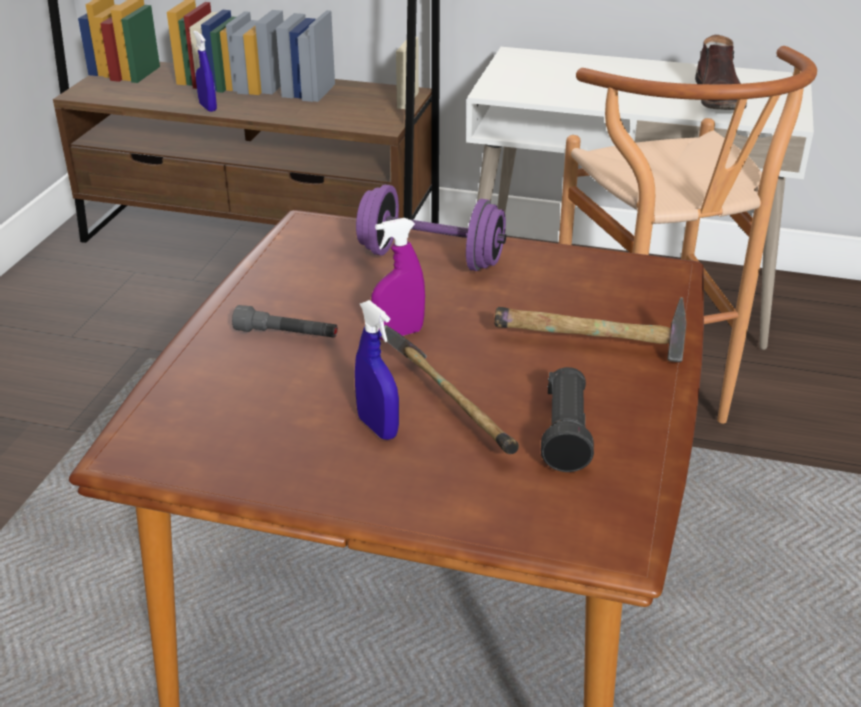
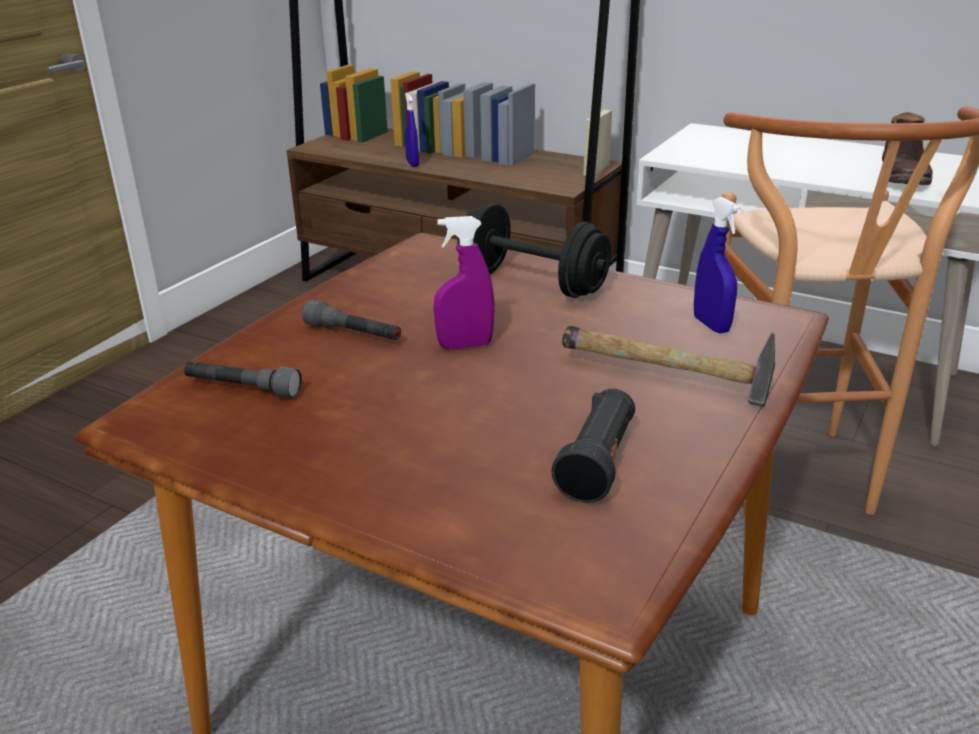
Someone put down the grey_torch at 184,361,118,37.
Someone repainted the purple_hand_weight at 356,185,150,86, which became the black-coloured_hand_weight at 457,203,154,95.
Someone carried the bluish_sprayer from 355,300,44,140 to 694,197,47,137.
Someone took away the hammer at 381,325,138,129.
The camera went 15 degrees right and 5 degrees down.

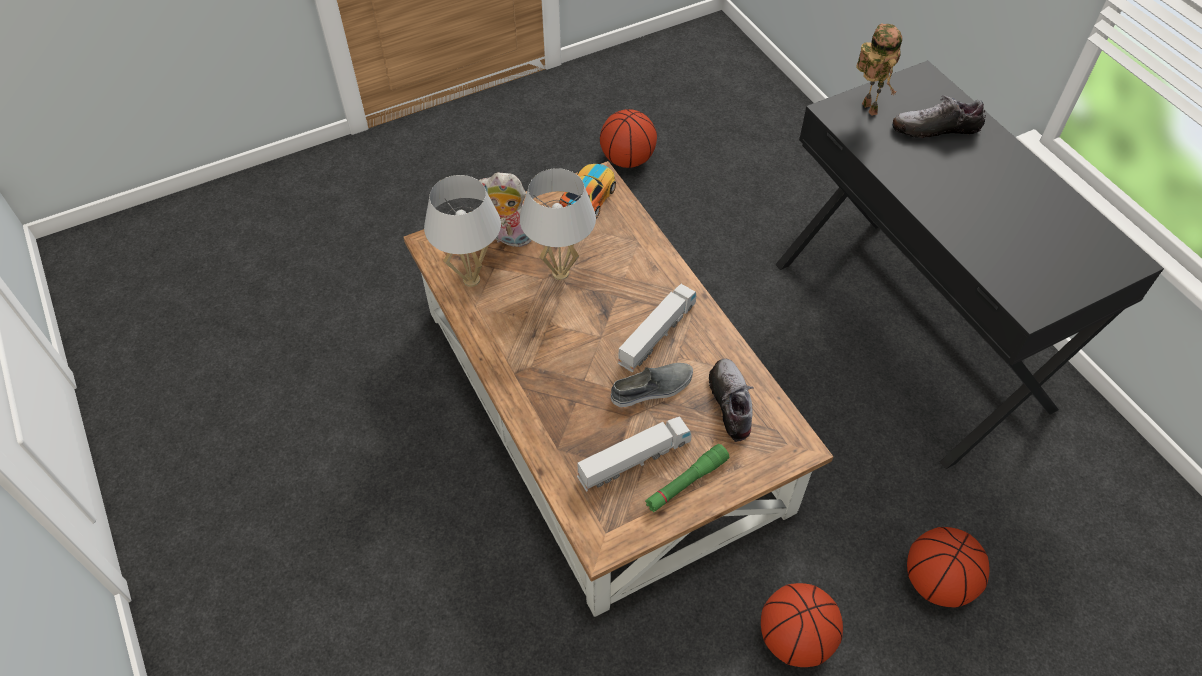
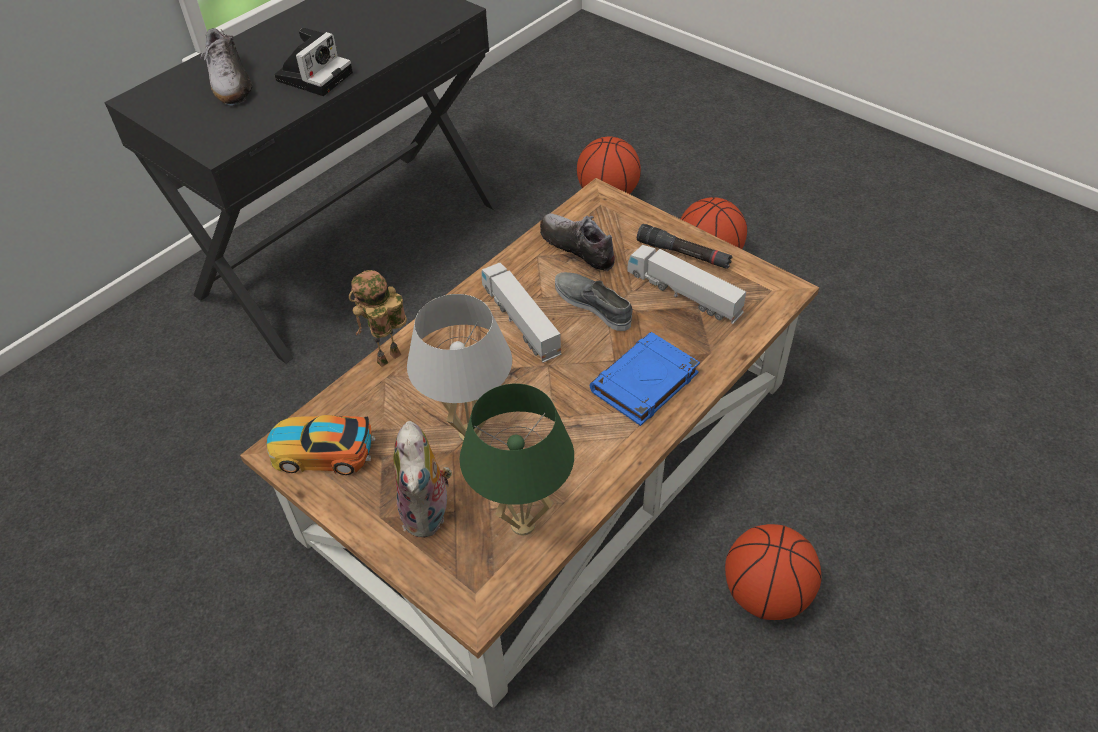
Someone put down the still_camera at 275,28,78,68.
Someone carried the robot_figure from 857,23,45,93 to 349,270,58,97.
Someone repainted the white_table_lamp at 424,175,77,112, which became the green-coloured_table_lamp at 460,384,114,151.
Someone rotated the toy_lorry at 618,284,78,89 by 45 degrees clockwise.
Someone rotated the item_of_footwear at 709,358,45,84 by 75 degrees clockwise.
Someone put down the bluish_book at 590,332,110,94.
Someone repainted the green-coloured_torch at 645,444,84,68, which became the black-coloured_torch at 637,224,95,45.
Someone carried the ball_for_basketball from 600,109,57,59 to 725,524,96,96.
The camera went 110 degrees left and 5 degrees down.

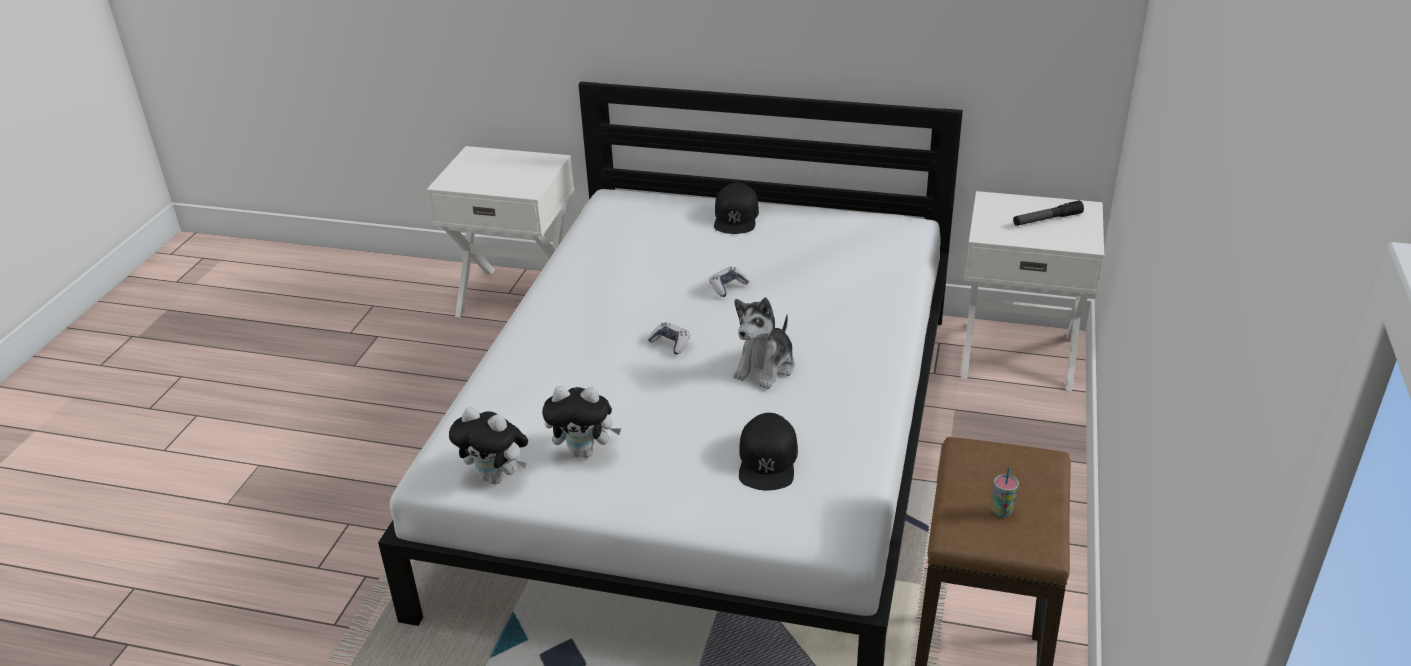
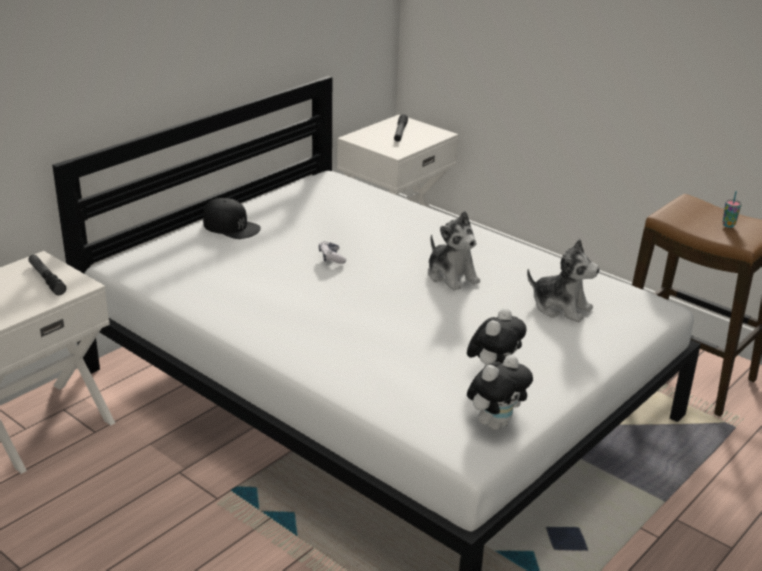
Someone put down the torch at 28,255,38,40.
Someone swapped the black-coloured_peaked_cap at 739,413,59,77 for the plush_toy at 527,239,73,83.
Someone took away the gamepad at 647,322,43,33.
The camera went 65 degrees left and 5 degrees down.

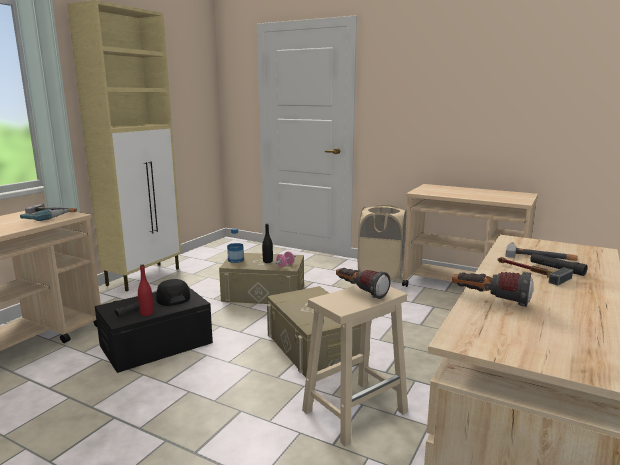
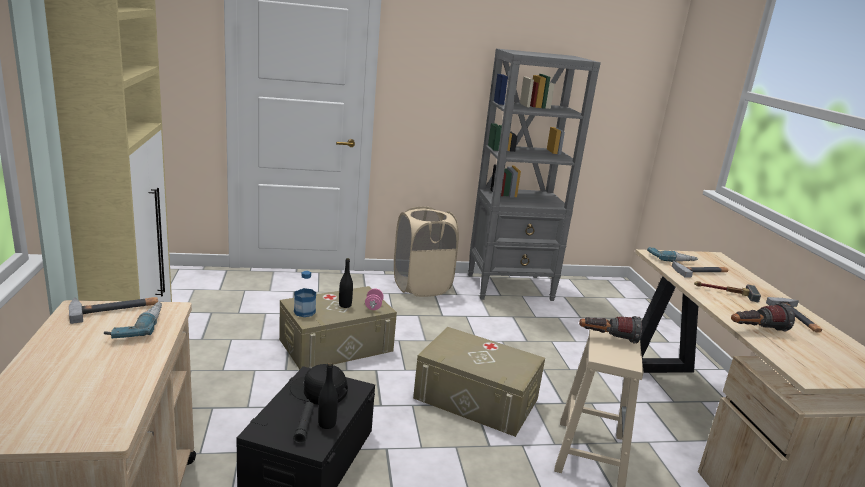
Someone repainted the reddish_beverage_bottle at 138,264,16,52, which became the black-coloured_beverage_bottle at 318,362,20,67.
Someone swapped the sand-coloured_wheeled_cart at 402,184,136,103 for the grey_bookshelf at 468,49,133,252.
Someone put down the drill at 647,247,51,15.
Someone put down the hammer at 766,297,56,36.
Someone took away the black-coloured_torch at 530,253,58,23.
The camera went 40 degrees left and 5 degrees up.

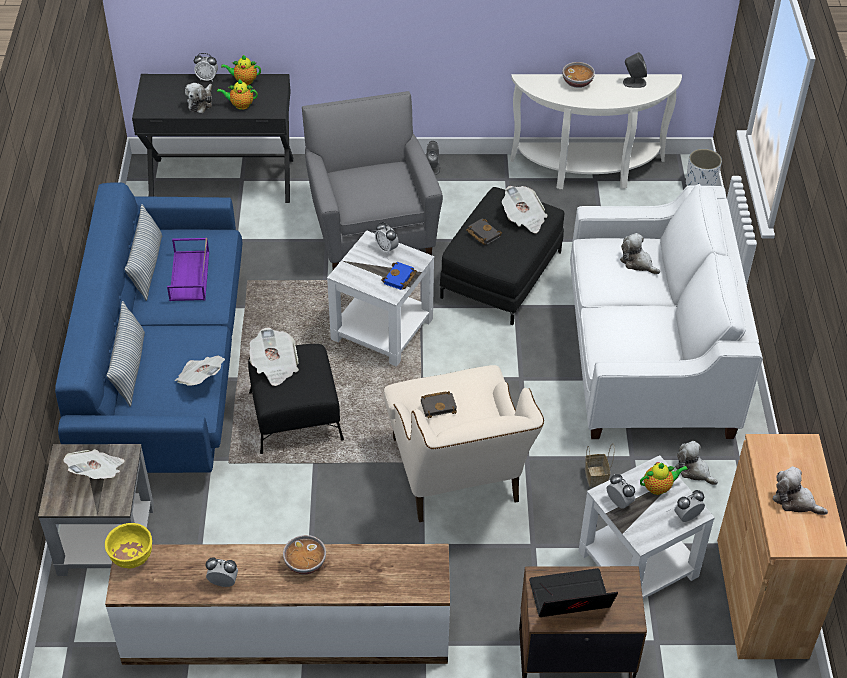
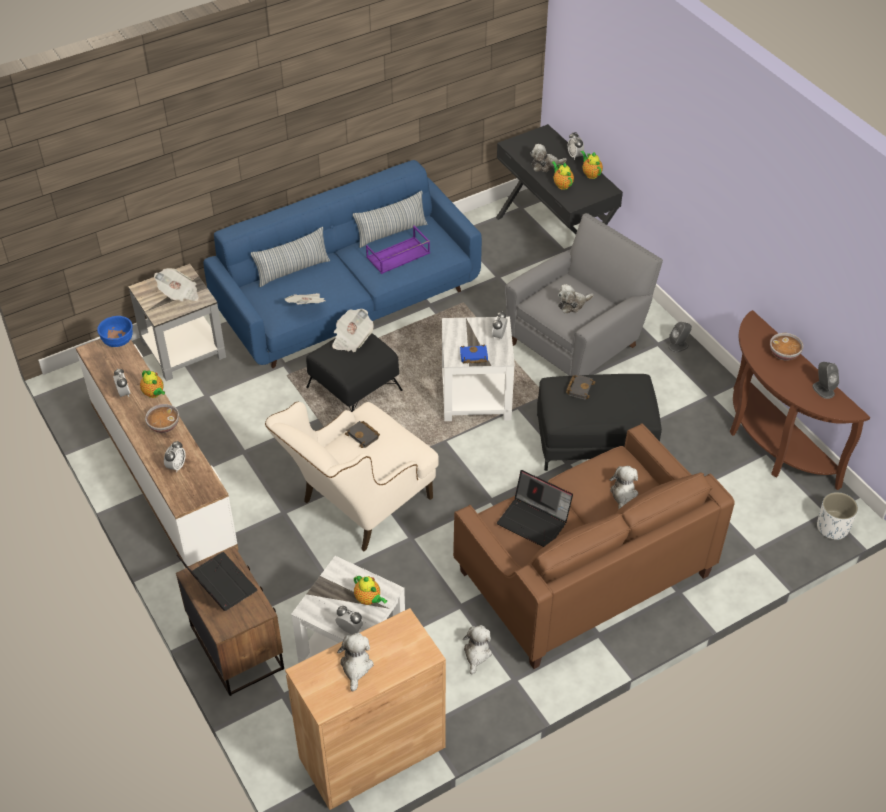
Someone repainted the yellow_bowl at 105,523,47,45, which became the bluish_bowl at 97,316,36,31.
Someone put down the tea_pot at 140,370,25,28.
Someone carried the bedside_clock from 607,474,28,35 to 164,441,22,32.
Someone repainted the white_settee at 570,184,193,255, which became the brownish_settee at 453,423,282,246.
Someone put down the notebook_computer at 497,470,76,77.
Someone put down the plush_toy at 558,284,36,29.
Someone repainted the white_narrow_table at 510,74,172,115, which became the brownish_narrow_table at 730,310,140,180.
Someone took away the newspaper at 502,186,46,47.
Someone took away the storage_basket at 585,443,29,44.
The camera went 60 degrees right and 0 degrees up.

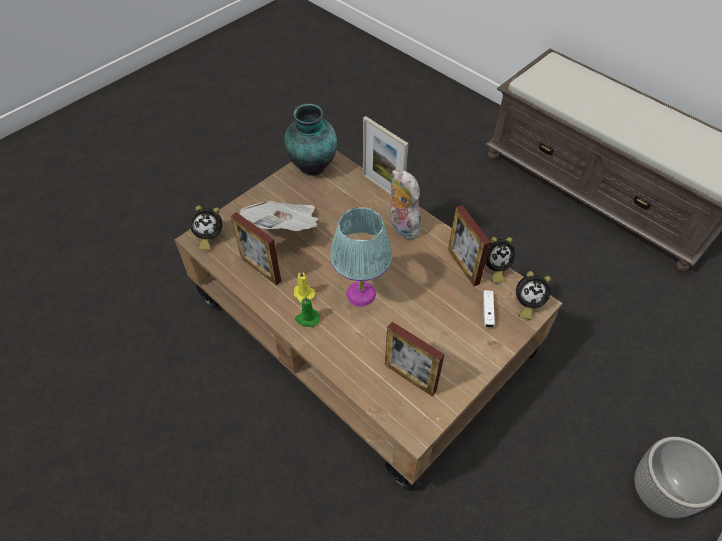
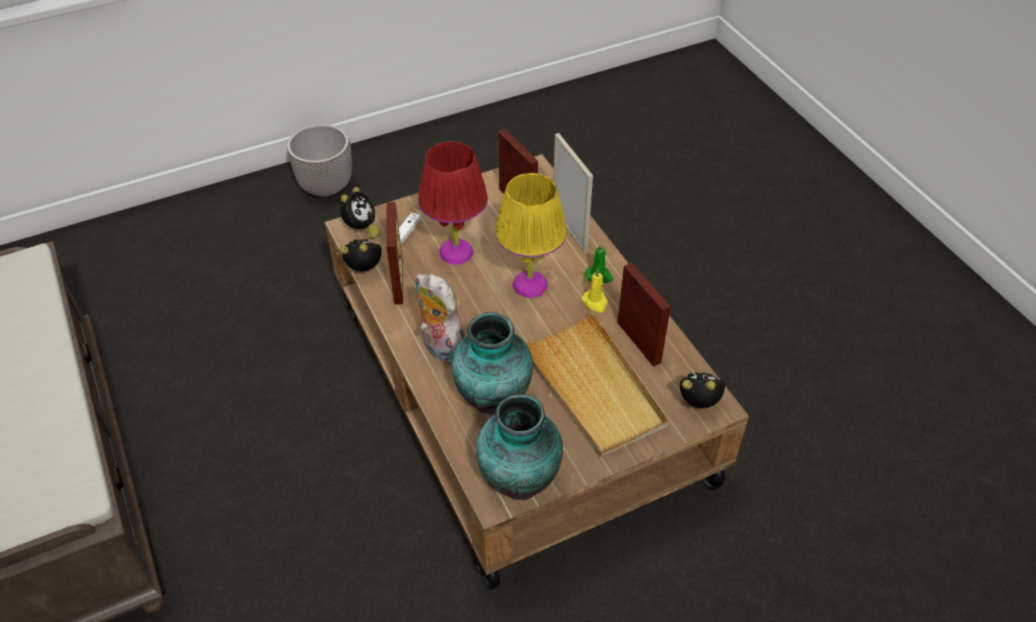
Someone rotated the bedside_clock at 516,271,35,49 by 90 degrees clockwise.
Someone rotated the plush_toy at 390,170,32,69 by 150 degrees clockwise.
Someone put down the reddish_table_lamp at 418,141,70,124.
Someone put down the vase at 452,312,81,102.
Someone repainted the blue-green_table_lamp at 330,207,62,100, which became the yellow_table_lamp at 495,173,72,125.
Someone swapped the newspaper at 240,200,78,31 for the sand-coloured_tray at 526,311,143,146.
Someone carried the picture_frame from 363,116,46,80 to 553,133,40,119.
The camera went 160 degrees left and 5 degrees down.

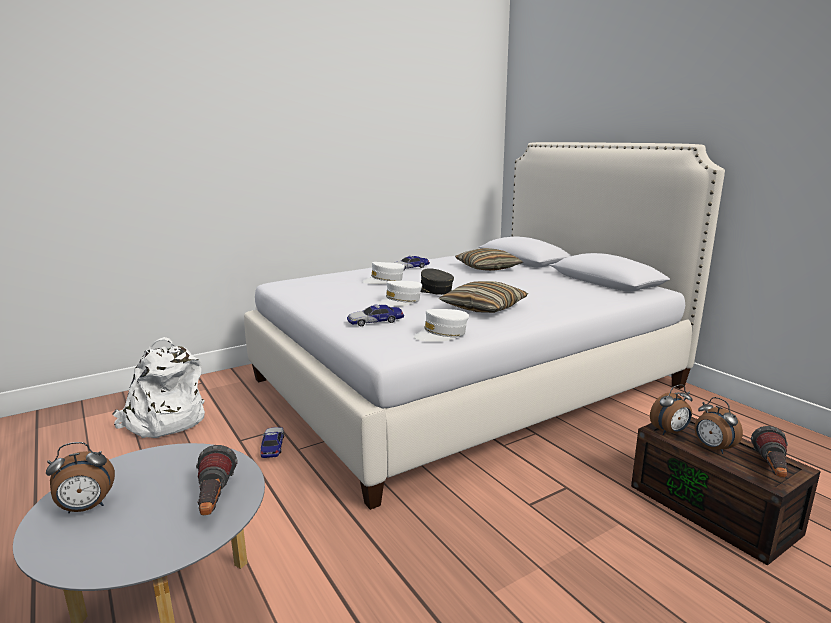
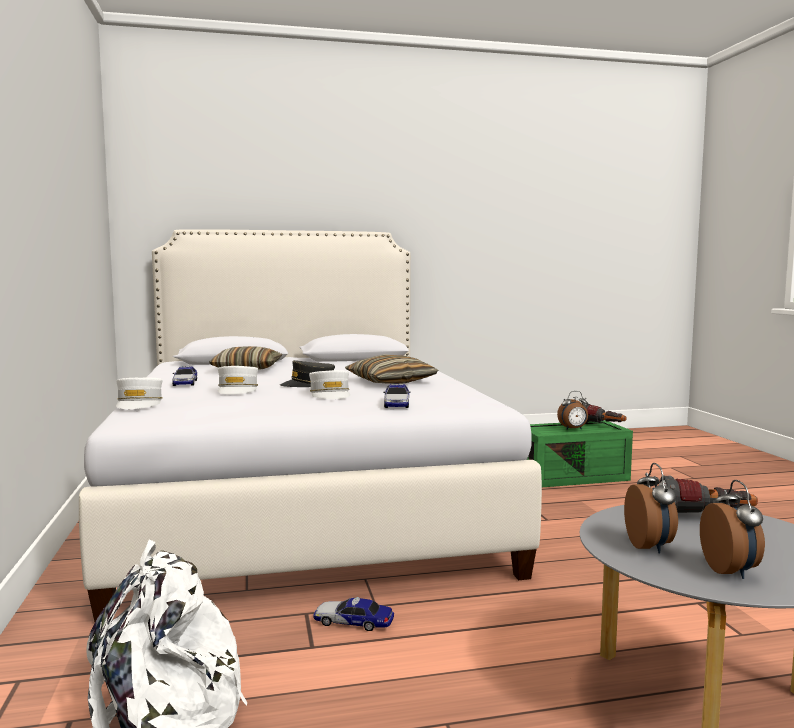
Someone carried the white_peaked_cap from 414,309,55,33 to 116,378,47,31.
Someone repainted the brownish_storage_box at 631,417,190,149, which became the green-coloured_storage_box at 526,420,107,67.
Someone carried the bedside_clock from 650,385,43,50 to 624,463,54,91.
The camera went 70 degrees left and 10 degrees down.

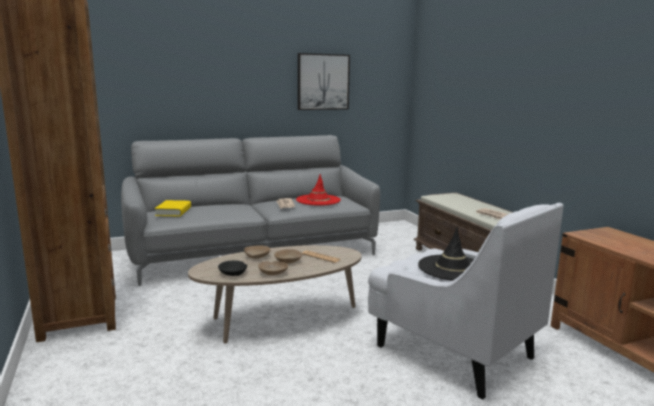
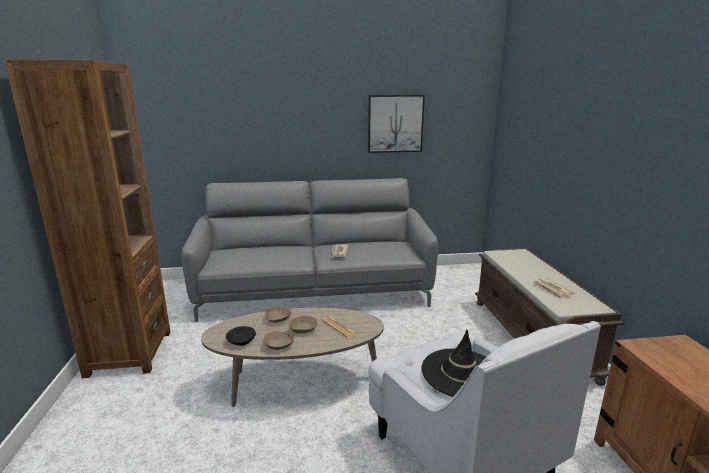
Someone took away the yellow_book at 155,200,36,16.
Someone took away the reddish_clothing_hat at 296,174,45,32.
The camera went 15 degrees right and 5 degrees up.

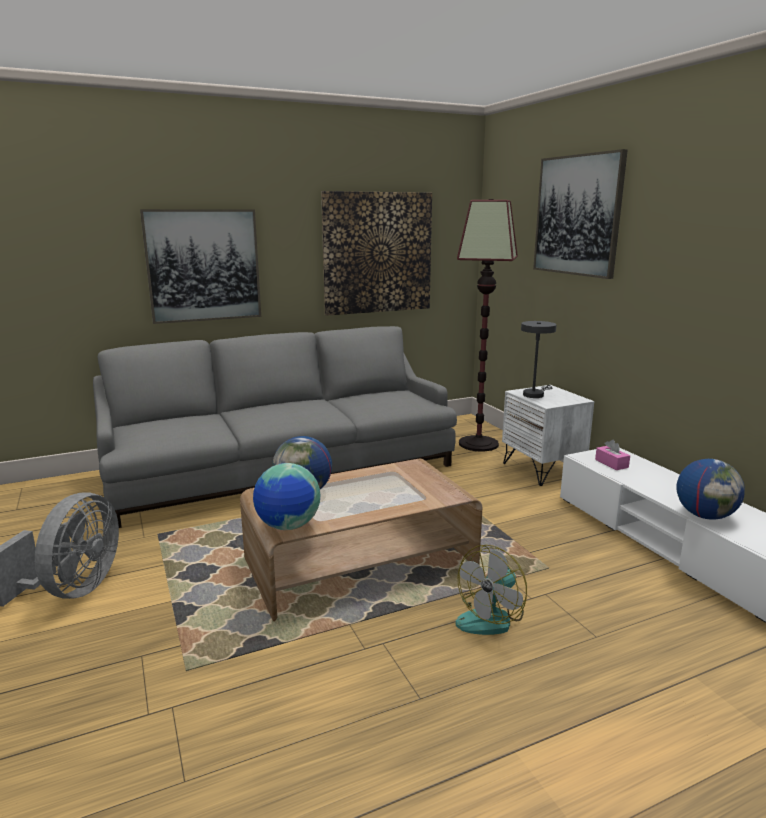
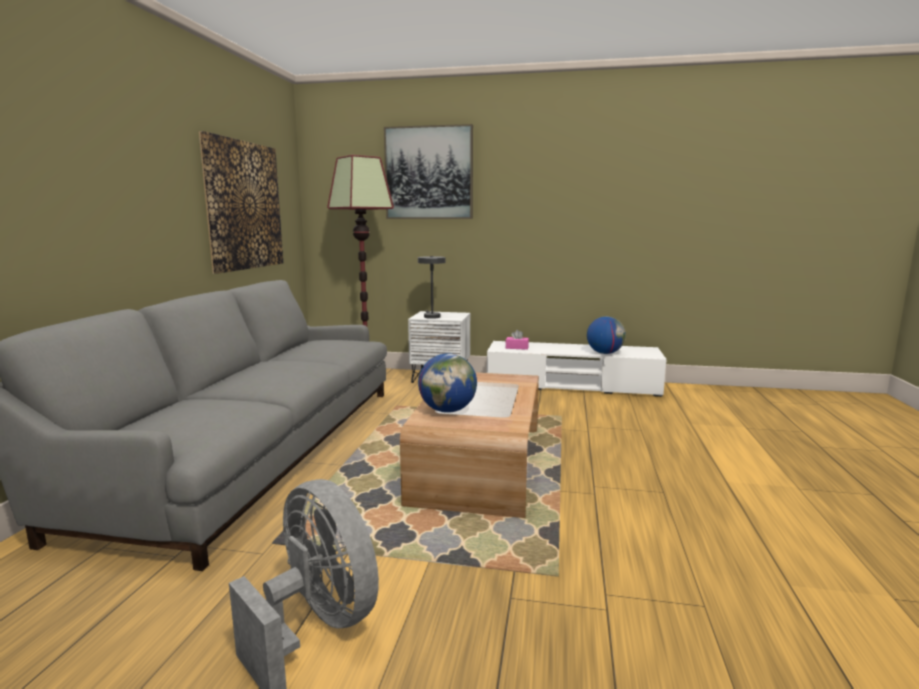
Someone took away the wall_art at 140,209,121,115.
Someone took away the desk_globe at 253,463,67,67.
Someone took away the electric_fan at 456,545,71,90.
The camera went 55 degrees left and 5 degrees down.

